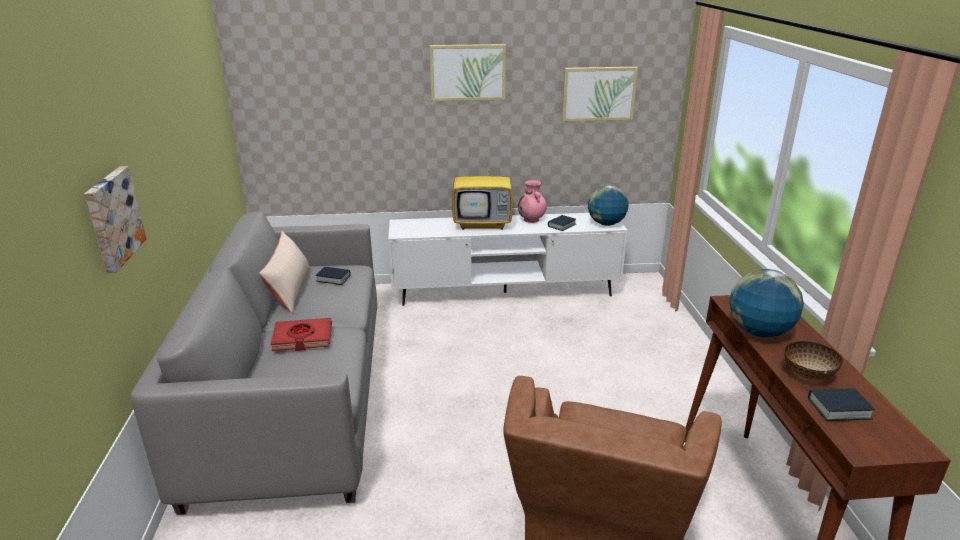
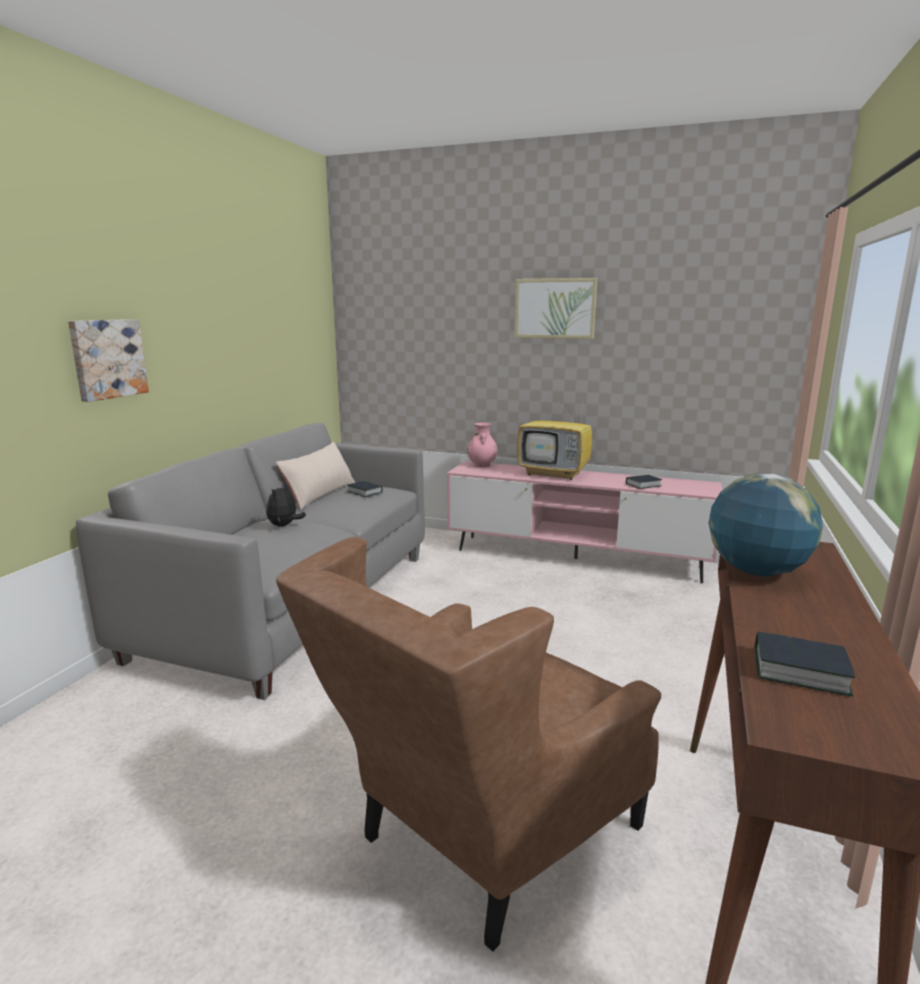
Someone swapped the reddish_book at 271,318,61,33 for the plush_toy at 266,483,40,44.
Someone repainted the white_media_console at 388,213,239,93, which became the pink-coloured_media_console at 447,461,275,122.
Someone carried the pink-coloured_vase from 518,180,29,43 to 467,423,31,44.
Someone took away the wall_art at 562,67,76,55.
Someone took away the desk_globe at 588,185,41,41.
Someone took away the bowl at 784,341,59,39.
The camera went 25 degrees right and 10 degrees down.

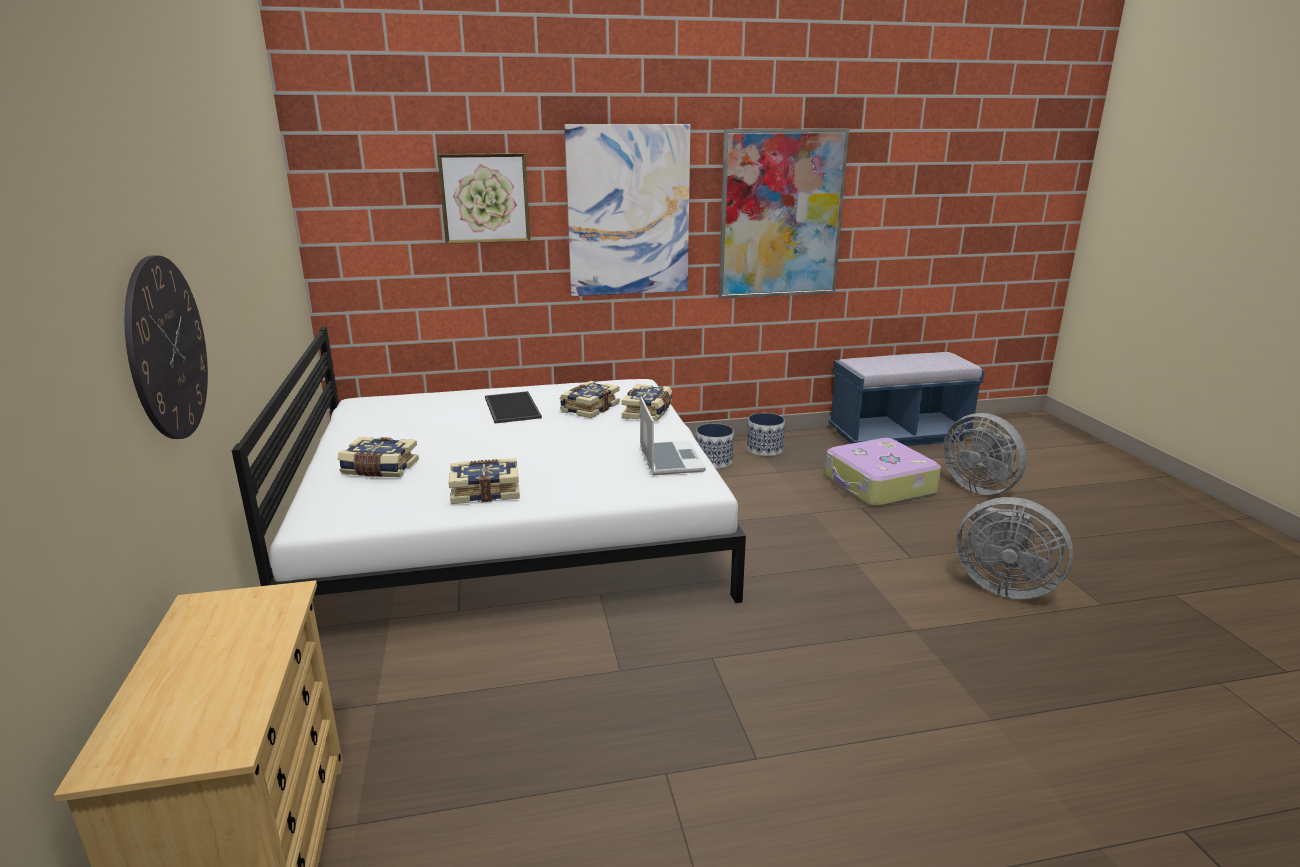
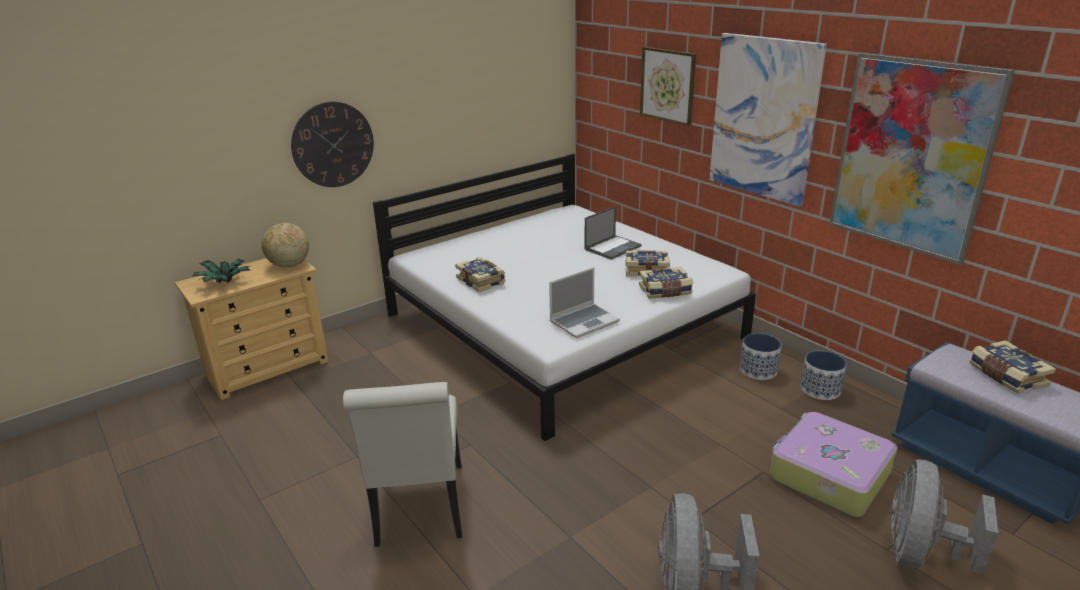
Someone put down the houseplant at 192,259,58,24.
Someone put down the desk_globe at 262,223,47,45.
Someone put down the white_plain_chair at 343,382,119,165.
Someone swapped the tray at 485,391,57,32 for the notebook_computer at 585,206,57,54.
Someone carried the book from 338,437,81,40 to 970,340,86,54.
The camera went 65 degrees right and 5 degrees up.

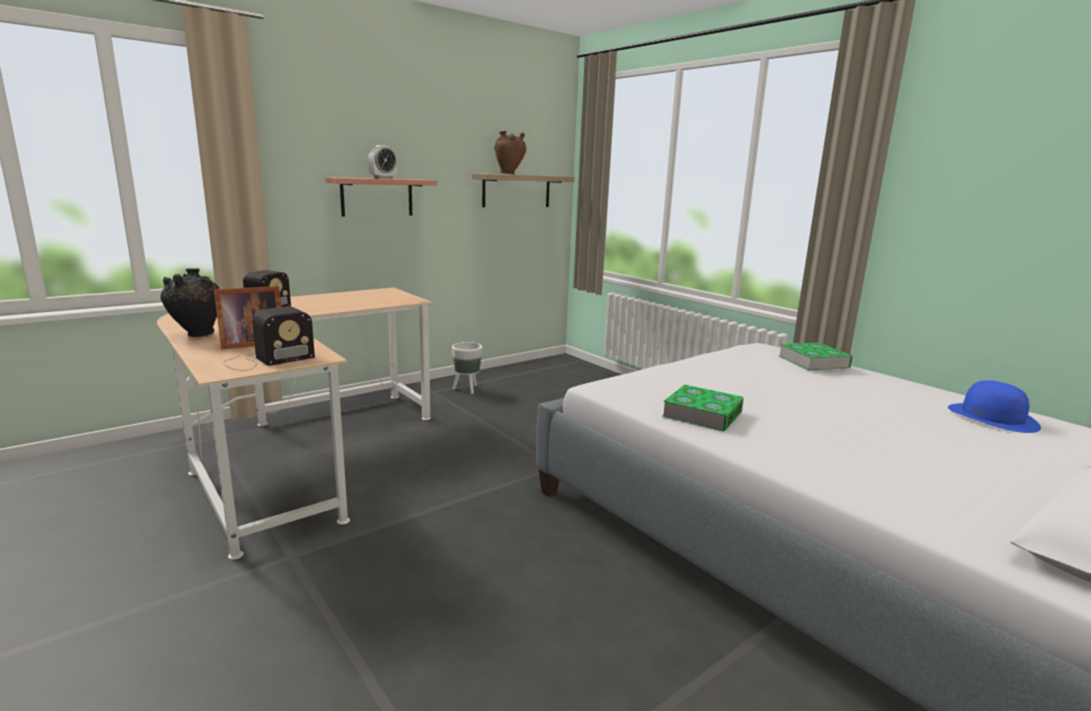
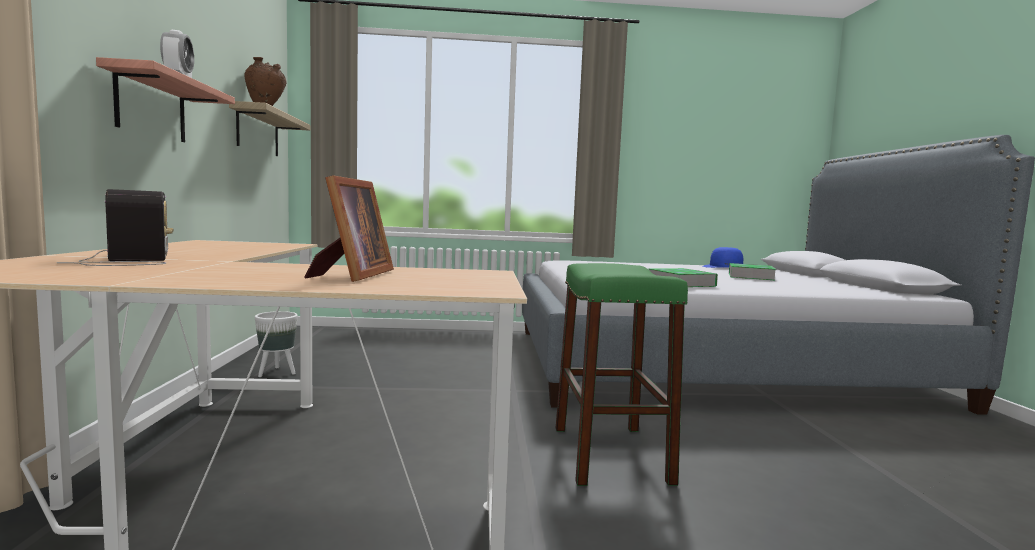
Someone put down the green-coloured_stool_seat at 556,263,132,223.
Someone carried the book from 779,343,74,27 to 729,263,47,17.
Someone took away the black-coloured_vase at 160,269,59,68.
Someone took away the radio_set at 223,306,92,65.
The camera went 55 degrees left and 10 degrees down.

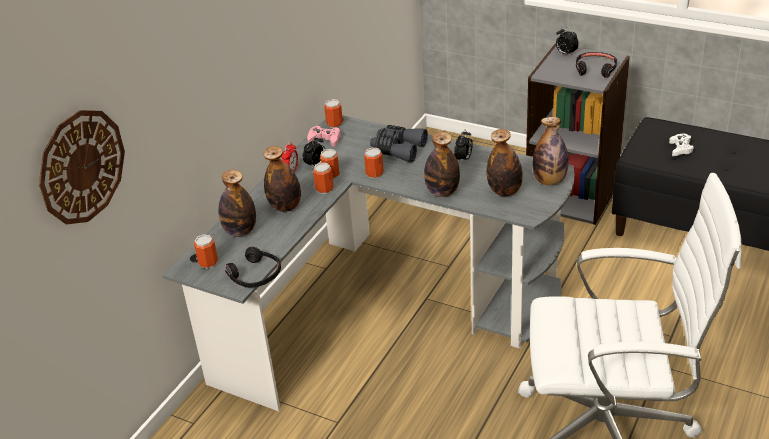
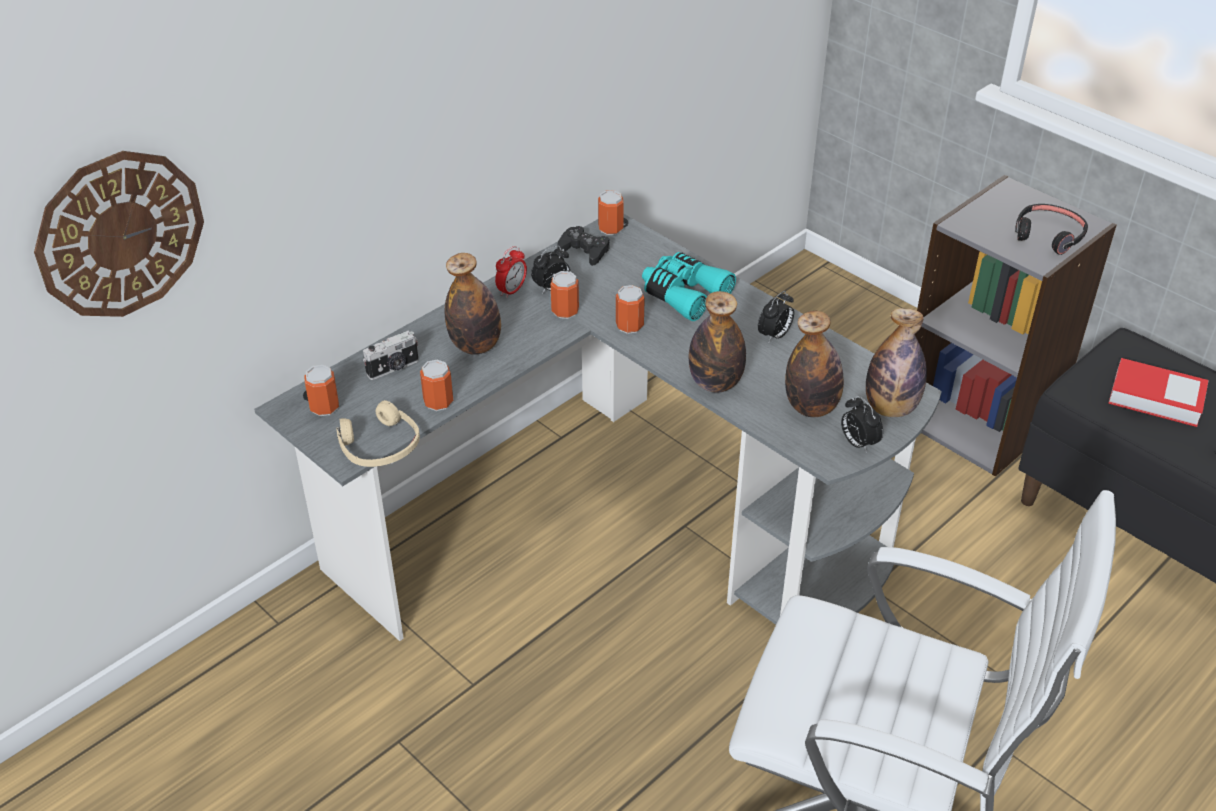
Someone repainted the black-coloured_pair_of_headphones at 225,247,56,41, which became the sand-coloured_pair_of_headphones at 336,400,84,67.
Someone swapped the beverage_bottle at 218,170,38,67 for the still_camera at 363,331,56,49.
Someone carried the metal_can from 313,163,20,31 to 420,360,33,51.
Someone repainted the pink-coloured_gamepad at 307,126,33,21, which became the black-coloured_gamepad at 558,226,52,40.
Someone repainted the grey_pair_of_binoculars at 370,125,58,38, which became the blue-green_pair_of_binoculars at 642,252,94,69.
Someone carried the bedside_clock from 556,27,23,28 to 841,396,42,57.
Someone swapped the white_gamepad at 669,134,25,22 for the book at 1108,358,101,69.
The camera went 15 degrees right and 5 degrees up.

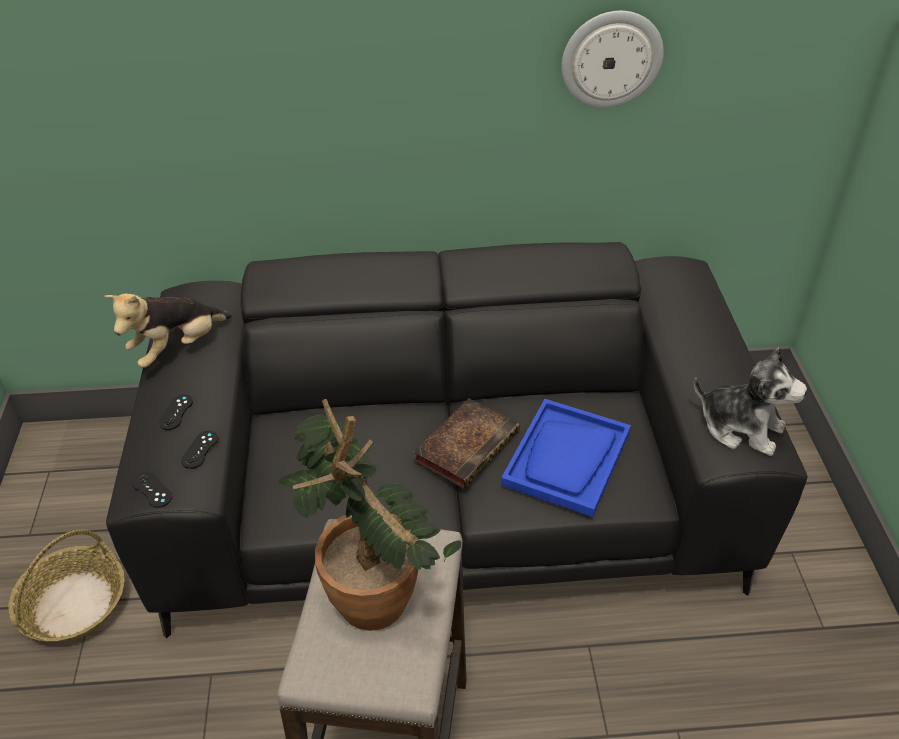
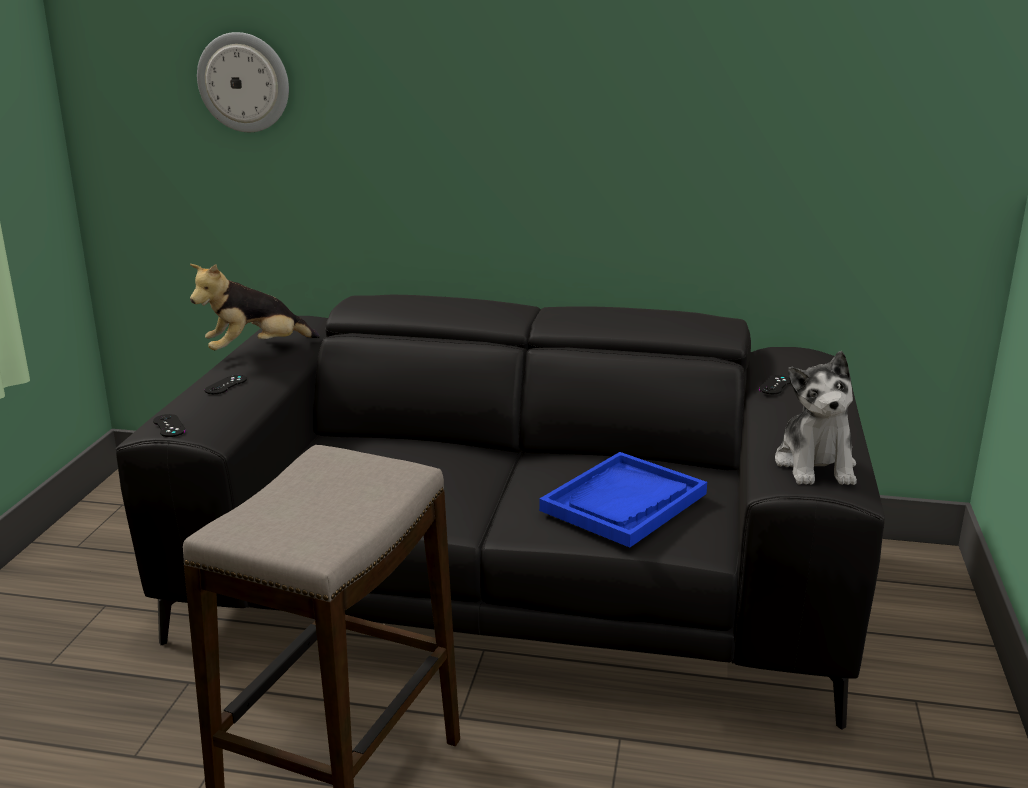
Someone carried the hanging_clock from 561,11,103,97 to 197,32,92,100.
Someone carried the black-coloured_gamepad from 181,431,37,38 to 759,375,32,19.
Someone rotated the plush_toy at 694,347,113,109 by 45 degrees clockwise.
Someone took away the storage_basket at 9,529,116,113.
Someone took away the houseplant at 279,399,182,232.
Someone took away the book at 413,399,107,90.
The camera went 15 degrees right and 20 degrees down.

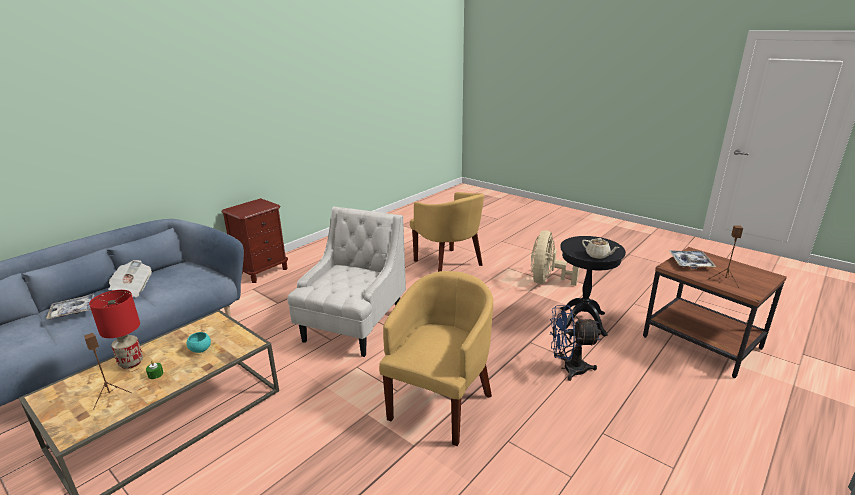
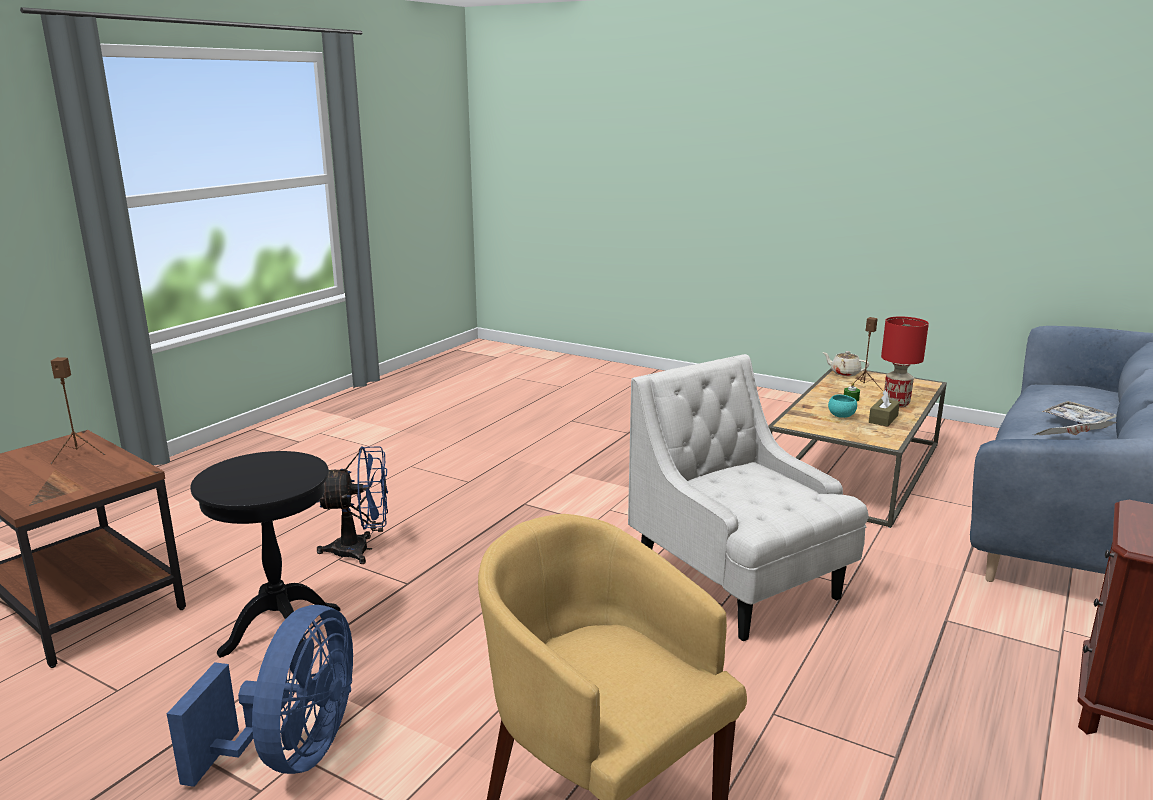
Someone repainted the sand-coloured_electric_fan at 531,230,48,56, which became the bluish_electric_fan at 167,605,186,182.
Someone rotated the white_easy_chair at 287,207,119,150 by 135 degrees clockwise.
Someone carried the sand-coloured_tea_pot from 582,238,37,21 to 822,351,47,25.
Someone put down the brownish_tissue_holder at 869,390,31,37.
Someone took away the yellow_easy_chair at 379,271,114,175.
Someone took away the tray at 669,250,47,19.
The camera went 170 degrees right and 5 degrees down.

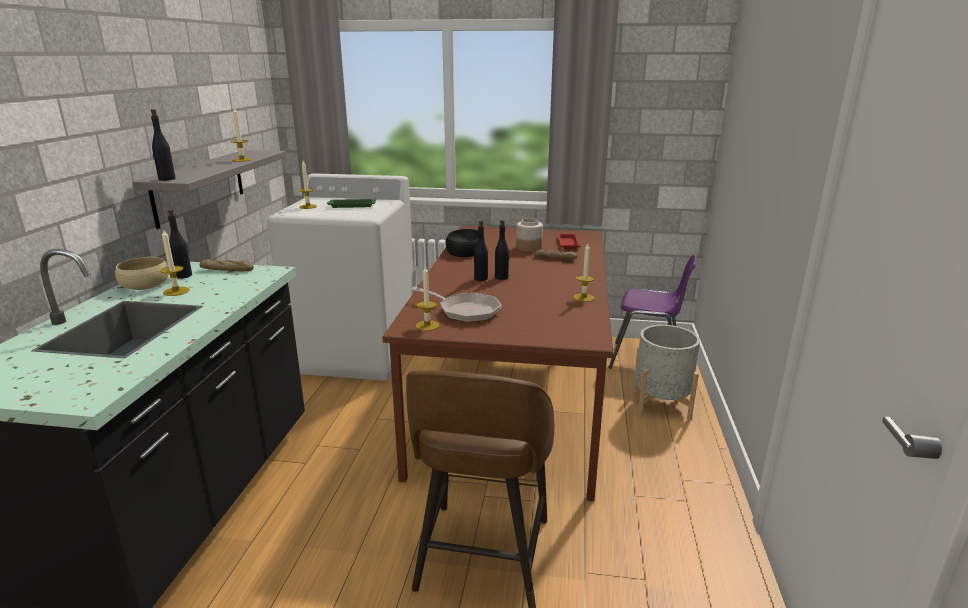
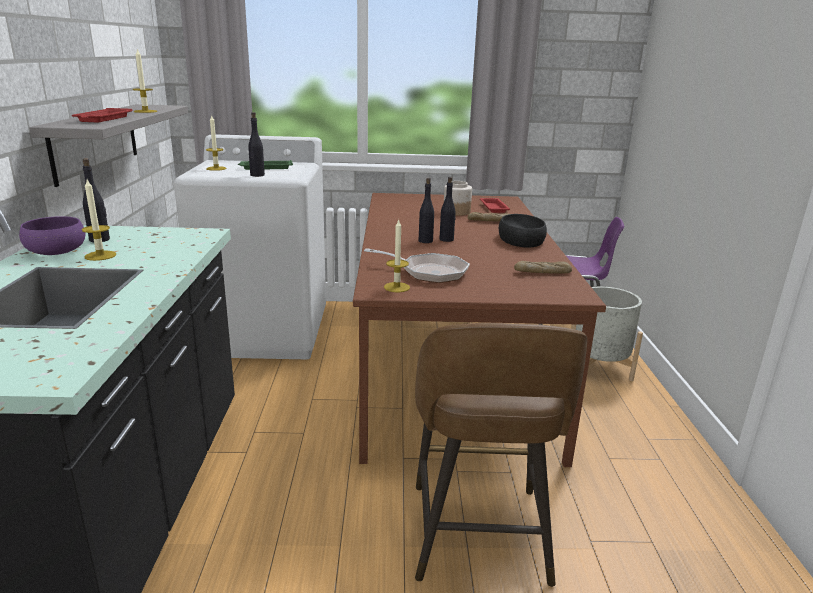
Someone repainted the sand-coloured_bowl at 115,257,54,33, which became the purple_bowl at 19,216,66,39.
Someone put down the reddish_tray at 72,108,61,14.
Someone carried the black-coloured_beverage_bottle from 151,109,25,72 to 248,112,17,65.
Someone carried the black-coloured_bowl from 446,229,39,28 to 499,214,48,34.
Someone carried the bakery_bread from 199,259,55,12 to 514,261,58,13.
Someone took away the wax_light at 573,243,22,59.
The camera went 10 degrees left and 0 degrees up.

